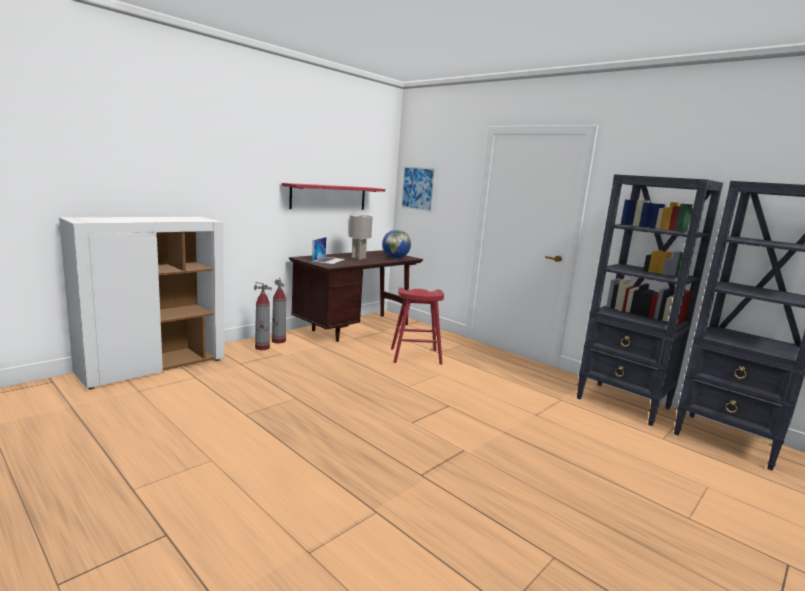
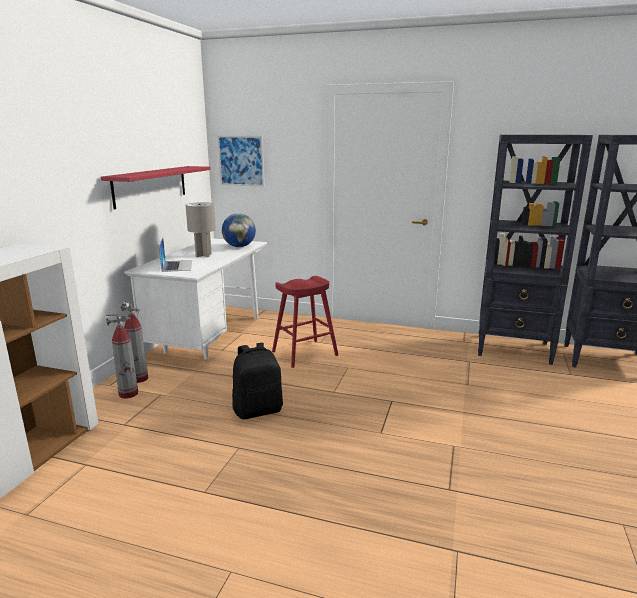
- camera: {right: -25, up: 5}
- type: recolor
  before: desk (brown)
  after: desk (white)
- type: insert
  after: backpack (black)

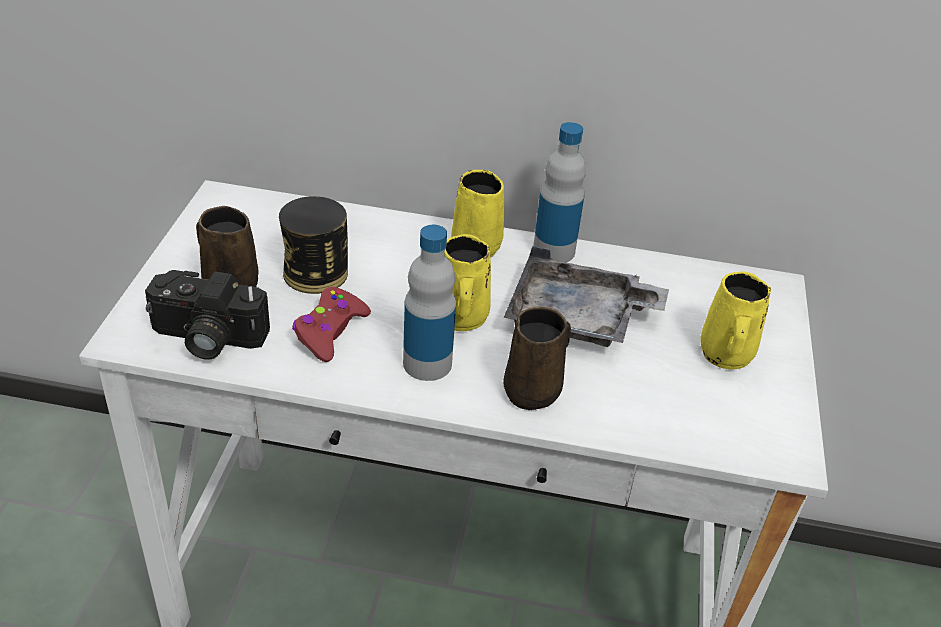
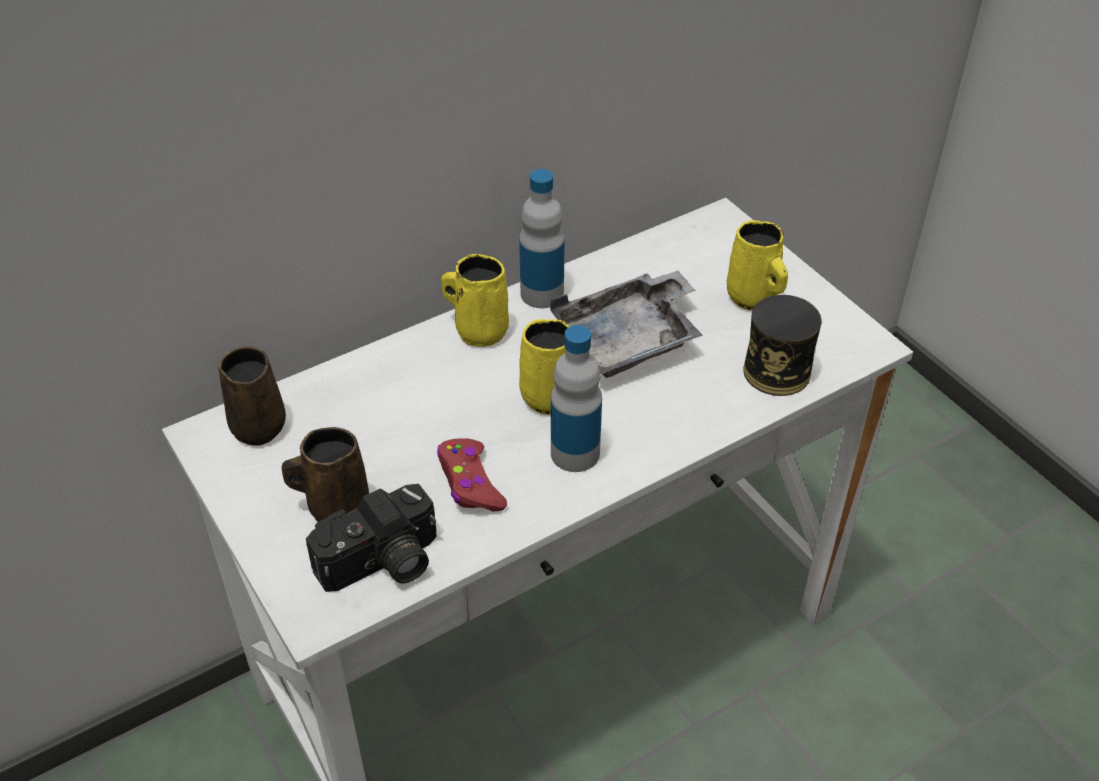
- camera: {right: -40, up: 5}
- type: move
  before: can
- type: move
  before: mug (brown) (2nd from left in the first image)
  after: mug (brown) (1st from left)

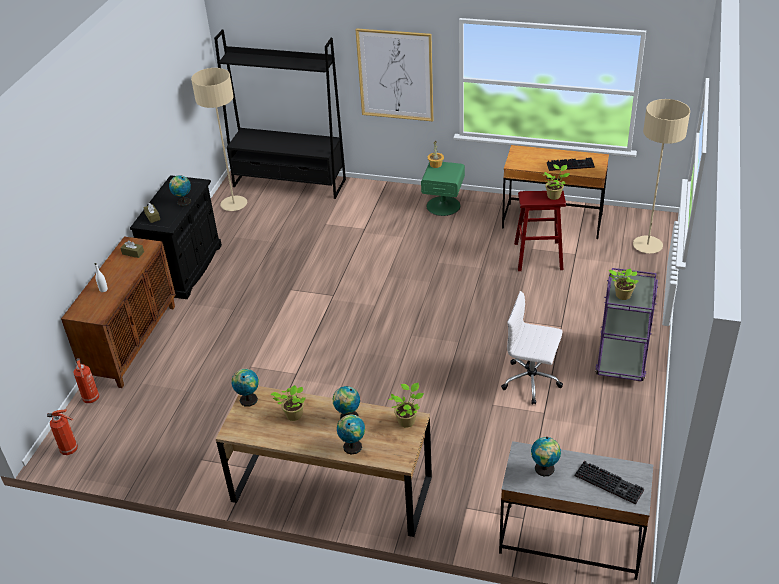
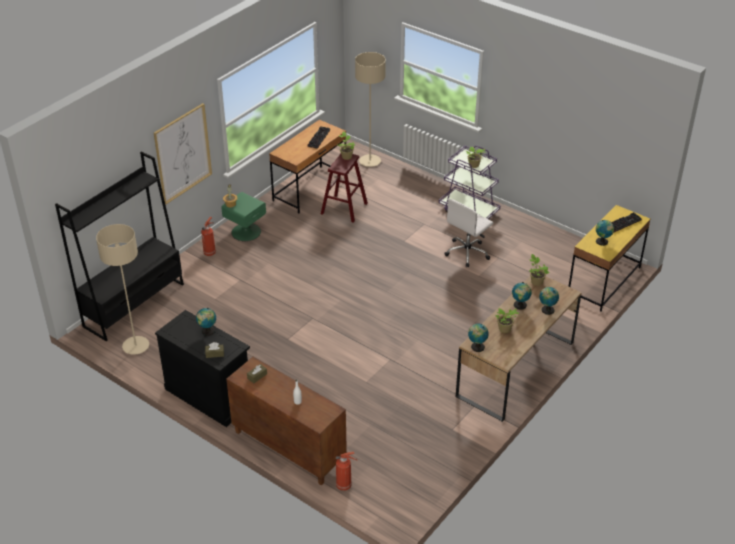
- camera: {right: -70, up: 0}
- type: move
  before: fire extinguisher (1st from left)
- type: recolor
  before: desk (grey)
  after: desk (yellow)

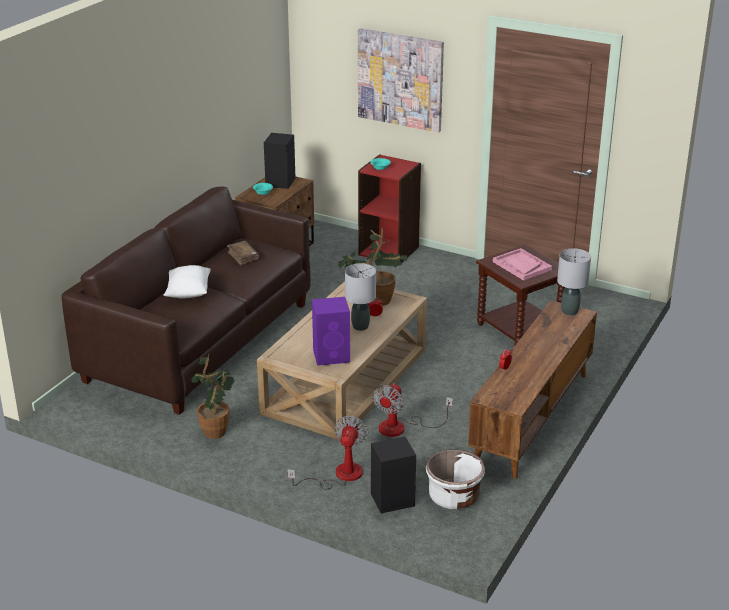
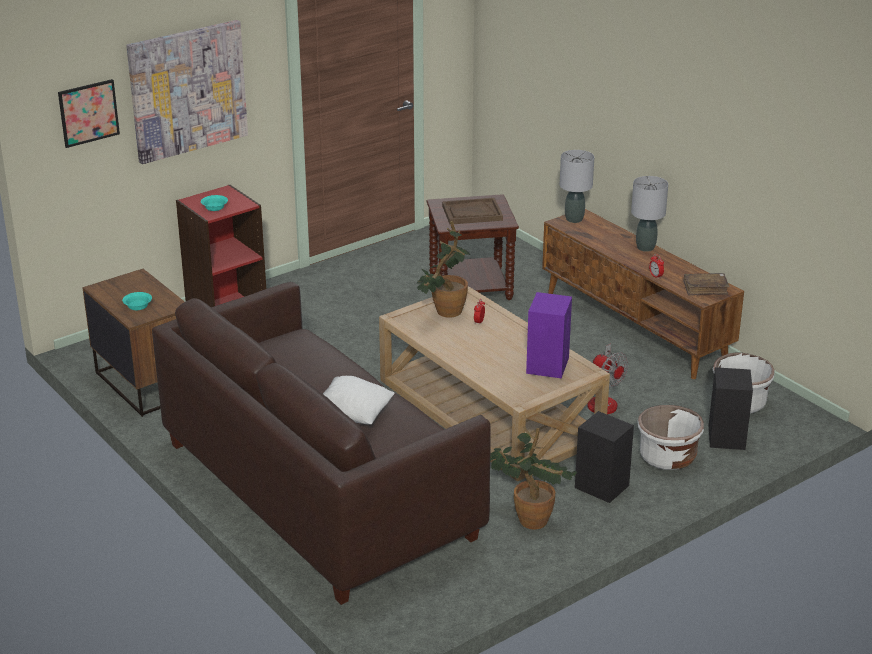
- camera: {right: -65, up: 0}
- type: move
  before: speaker (black) (1st from left)
- type: move
  before: book (brown)
- type: recolor
  before: tray (pink)
  after: tray (brown)
- type: move
  before: table lamp (grey) (1st from left in the first image)
  after: table lamp (grey) (2nd from left)
- type: replace
  before: fan (1st from left)
  after: planter (white) (1st from left)
- type: insert
  after: picture (1st from left)

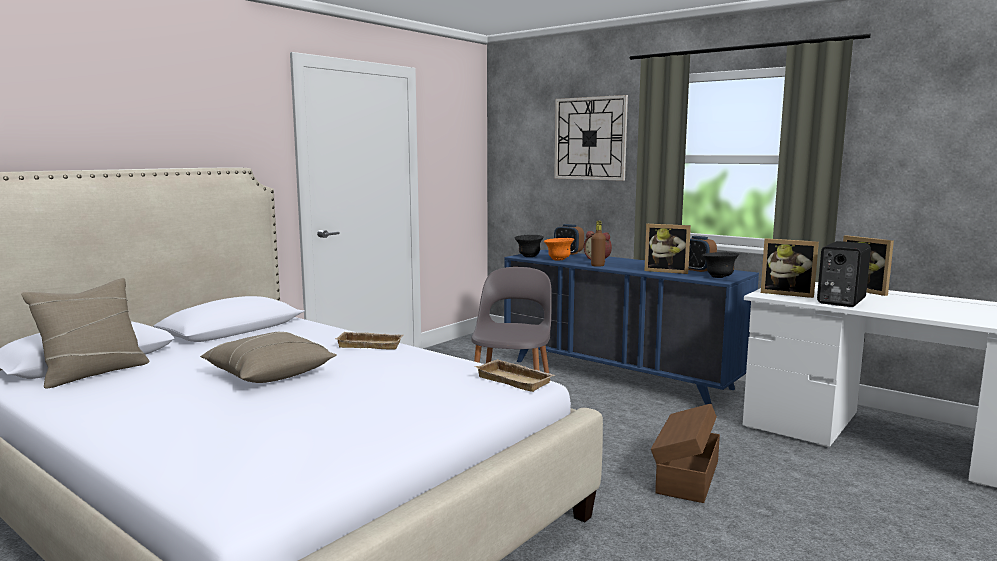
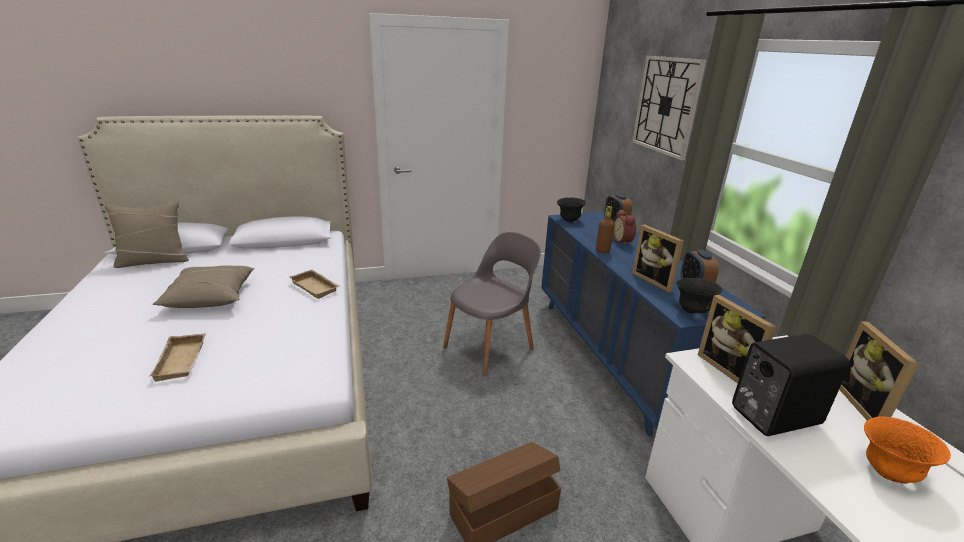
- camera: {right: 35, up: 15}
- type: move
  before: bowl (orange)
- type: move
  before: tray (beige) (2nd from left in the first image)
  after: tray (beige) (1st from left)

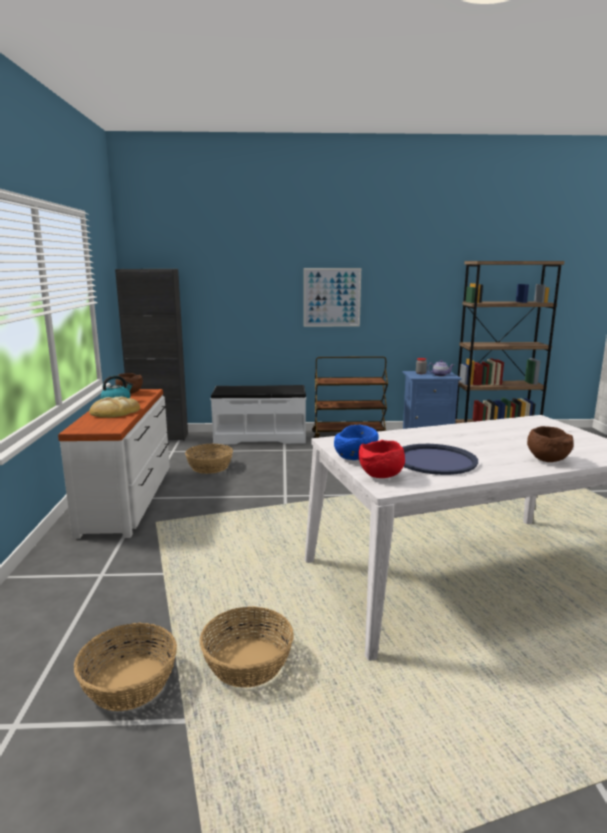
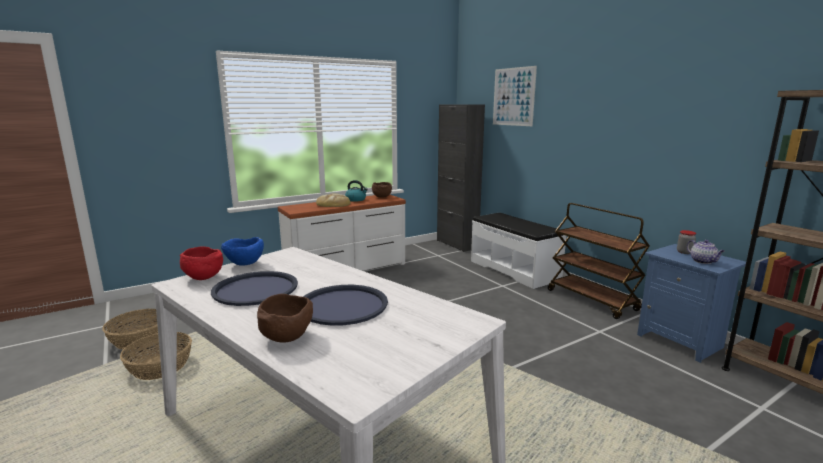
- camera: {right: 60, up: 0}
- type: move
  before: picture
- type: delete
  before: basket (2nd from left)
- type: insert
  after: tray (blue) (2nd from left)

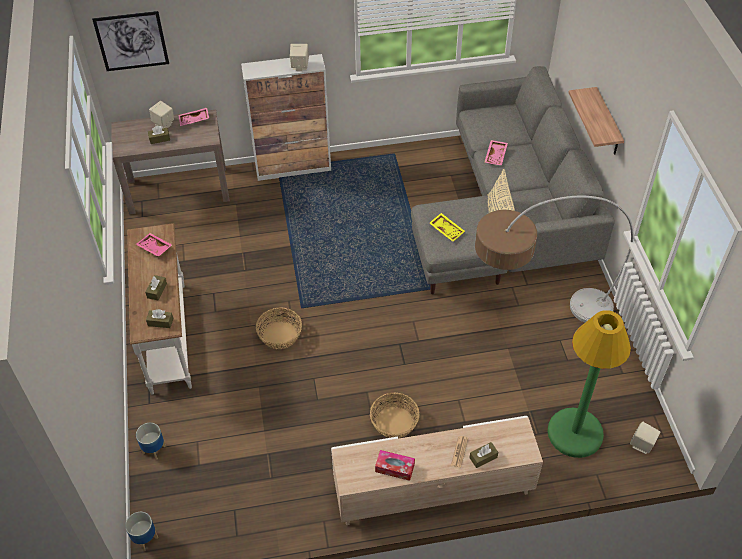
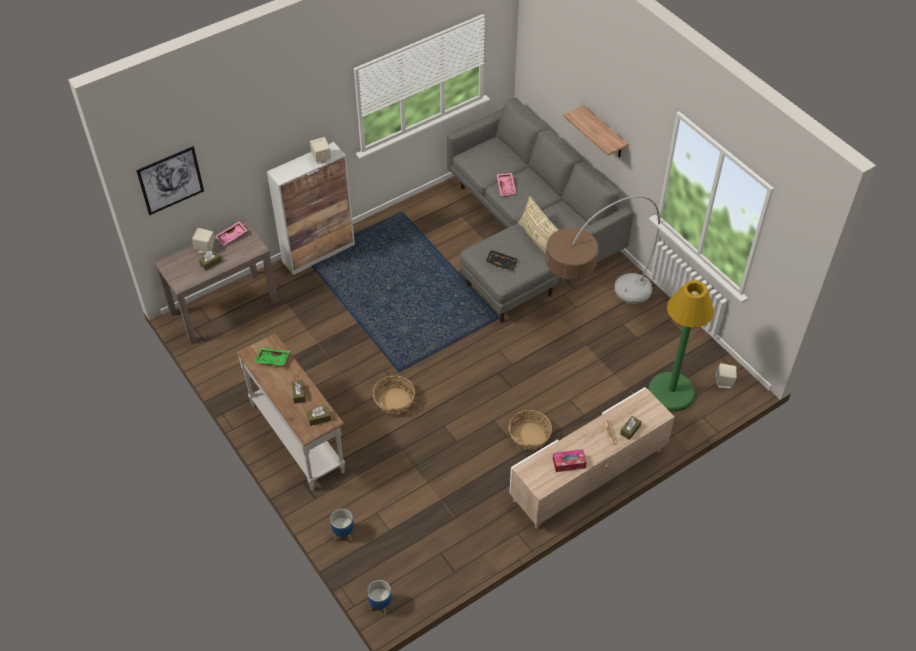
- camera: {right: -25, up: 0}
- type: recolor
  before: tray (yellow)
  after: tray (black)
- type: recolor
  before: tray (pink) (1st from left)
  after: tray (green)

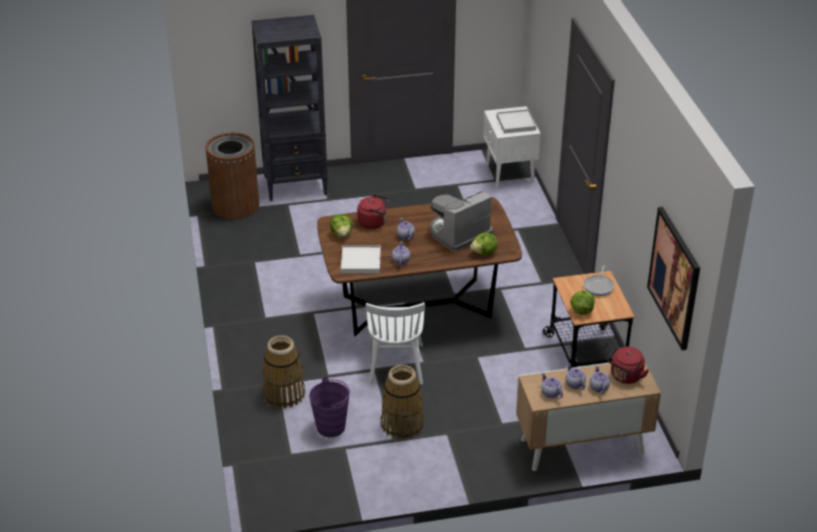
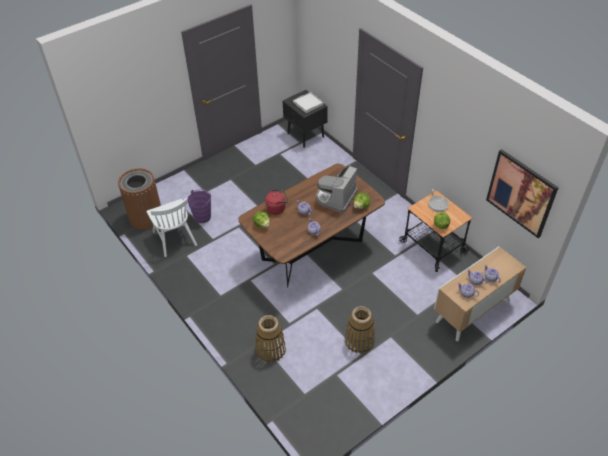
- camera: {right: -25, up: 10}
- type: delete
  before: bookcase (black)
- type: recolor
  before: nightstand (white)
  after: nightstand (black)
- type: delete
  before: tray (white) (1st from left)
- type: move
  before: chair (white)
- type: delete
  before: kettle (red) (2nd from left)
- type: move
  before: bucket (purple)

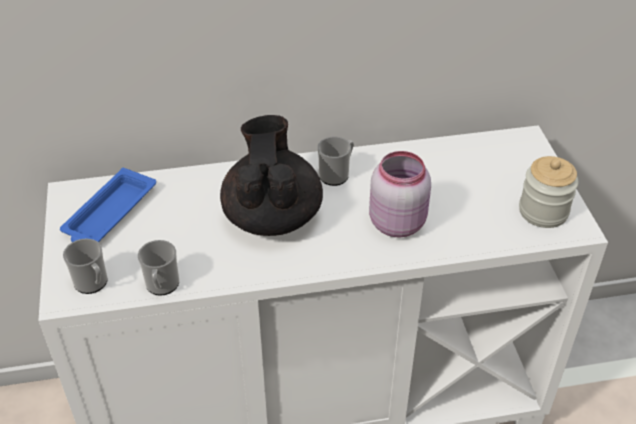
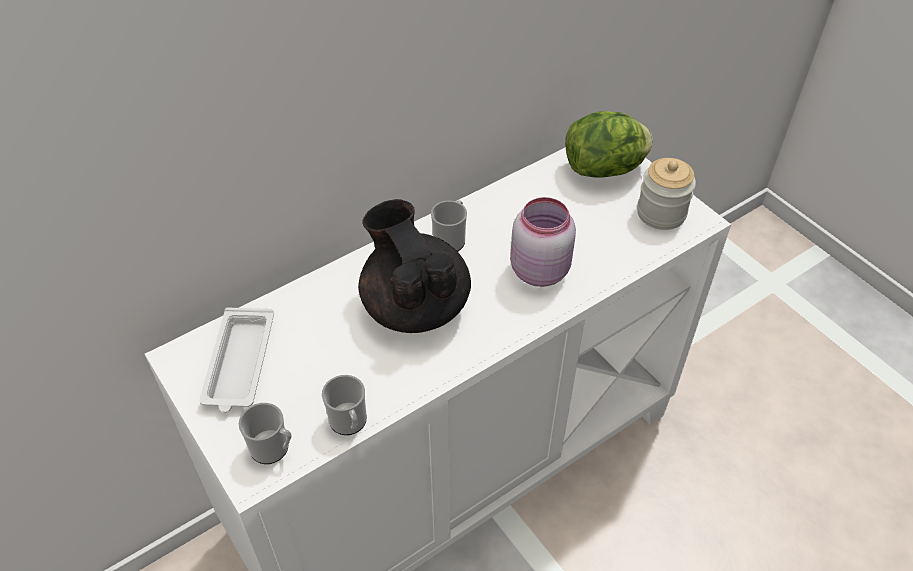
- camera: {right: -25, up: 5}
- type: recolor
  before: tray (blue)
  after: tray (white)
- type: insert
  after: lettuce

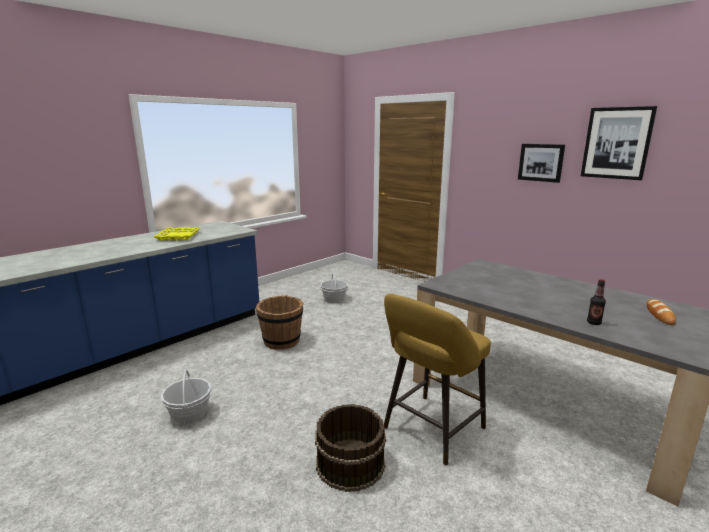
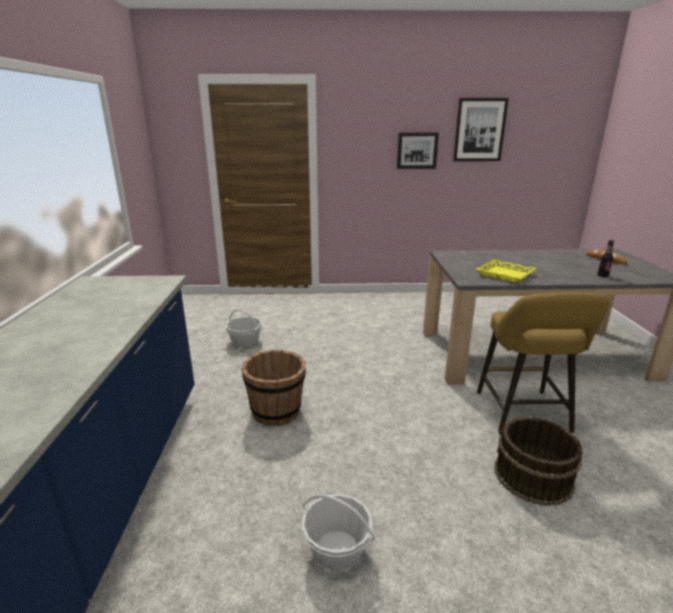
- camera: {right: -45, up: 5}
- type: move
  before: tray (yellow)

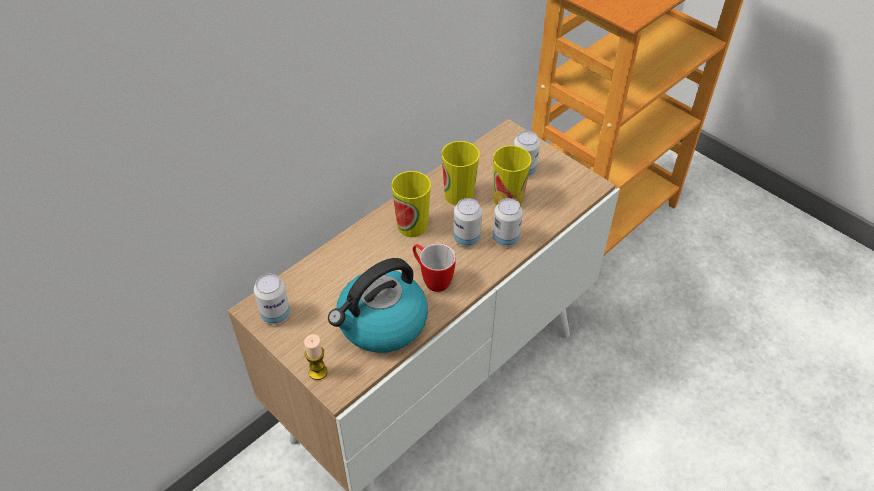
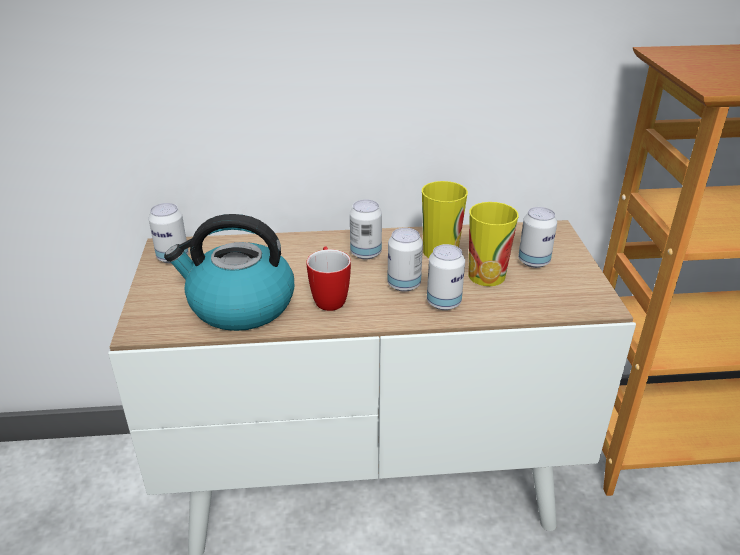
- camera: {right: 40, up: -15}
- type: replace
  before: cup (1st from left)
  after: can (2nd from left)
- type: delete
  before: candle

